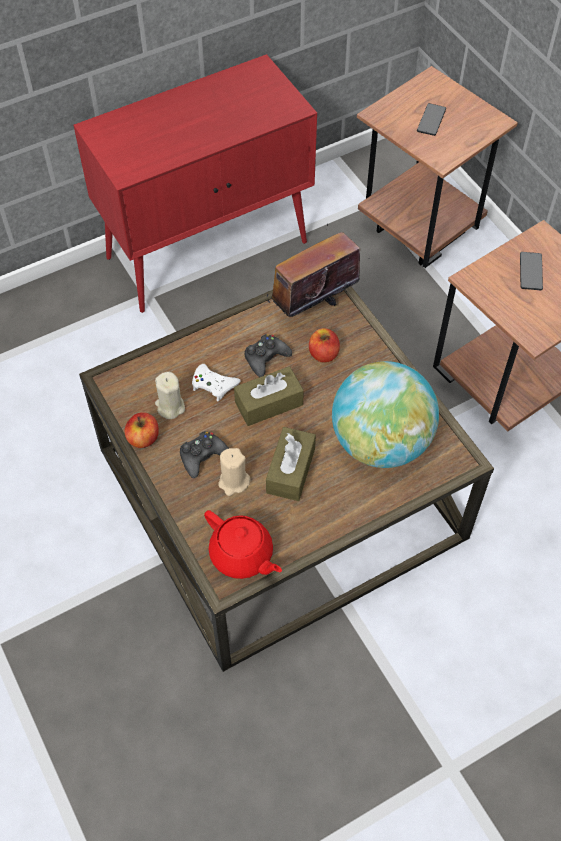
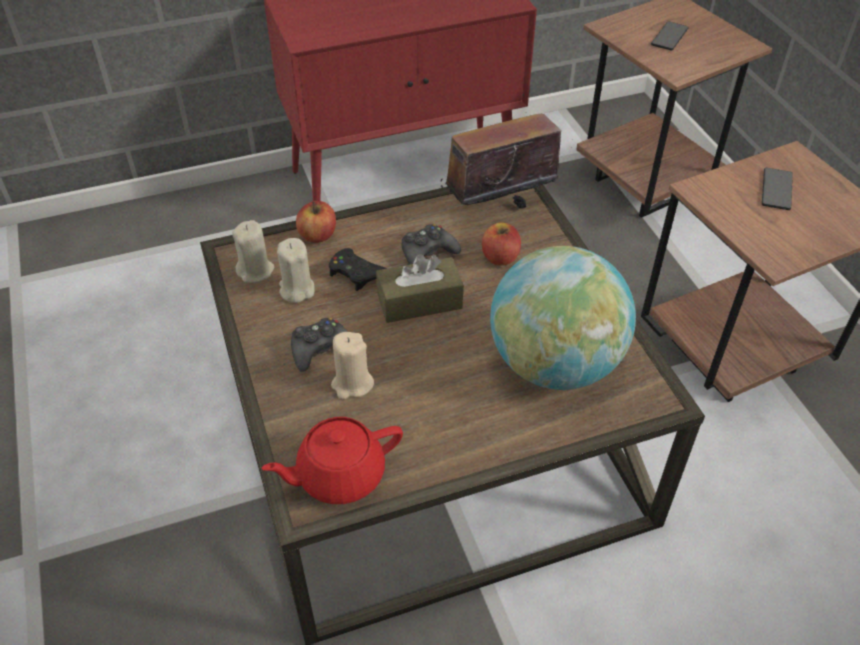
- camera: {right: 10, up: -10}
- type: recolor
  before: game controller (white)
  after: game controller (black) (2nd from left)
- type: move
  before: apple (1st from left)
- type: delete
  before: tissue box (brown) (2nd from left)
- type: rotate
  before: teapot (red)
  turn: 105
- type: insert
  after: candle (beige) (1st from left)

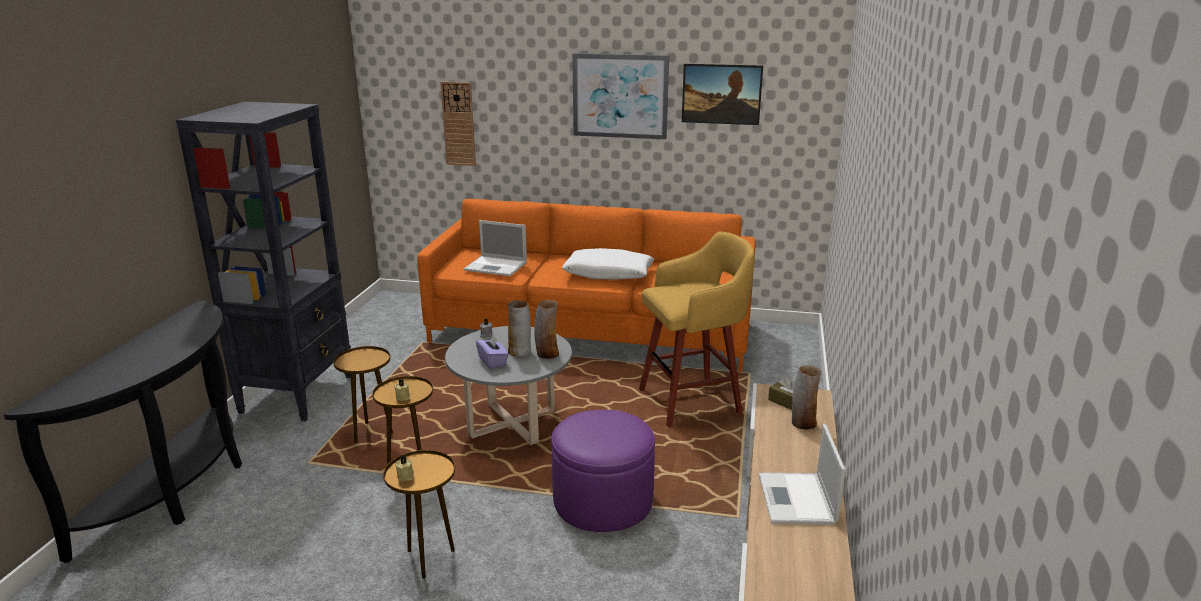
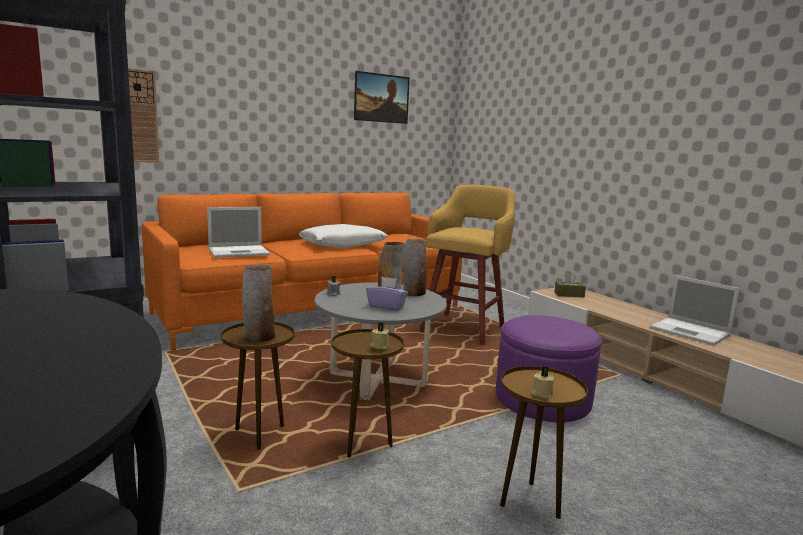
- camera: {right: -45, up: -10}
- type: delete
  before: picture (1st from left)
- type: move
  before: vase (3rd from left in the first image)
  after: vase (1st from left)

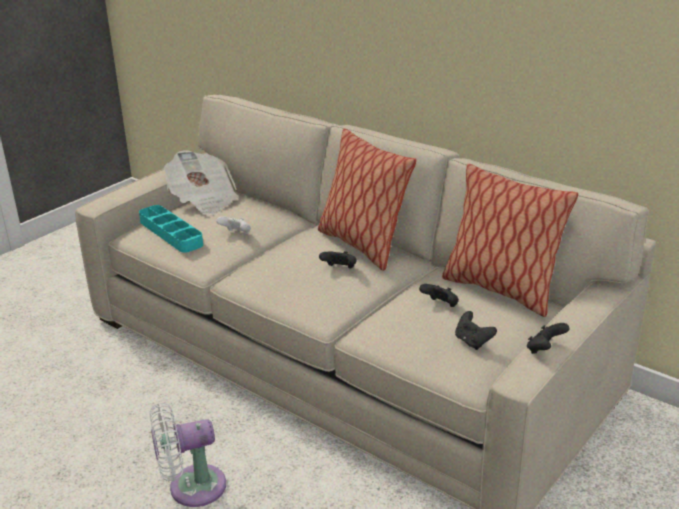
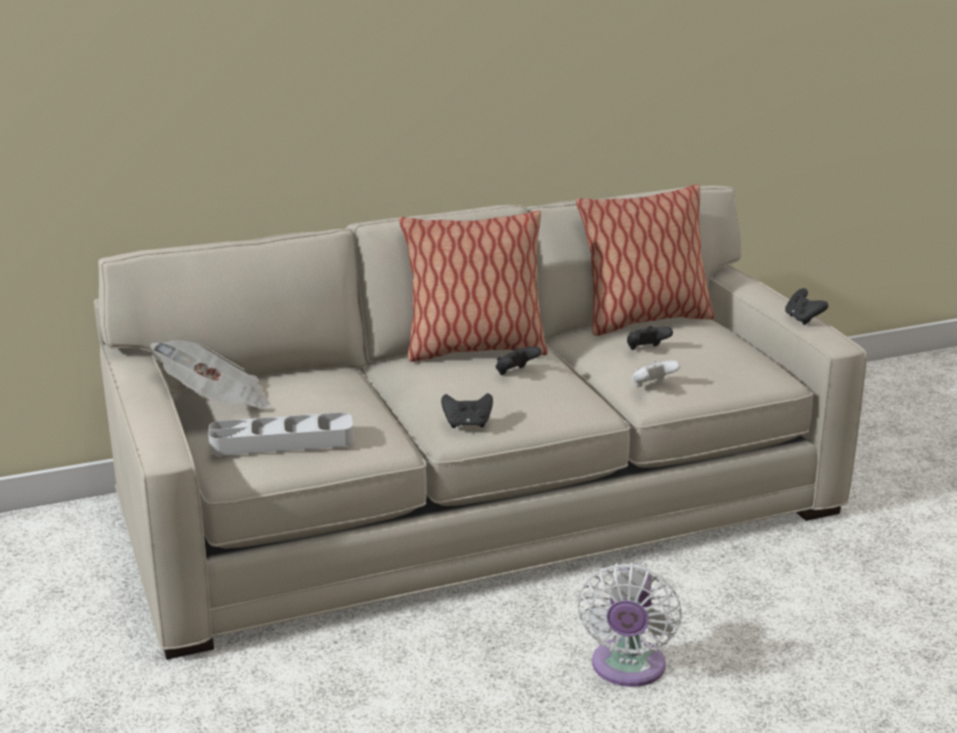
- camera: {right: -60, up: -5}
- type: recolor
  before: tray (turquoise)
  after: tray (grey)
- type: move
  before: game controller (white)
- type: move
  before: game controller (black) (3rd from left in the first image)
  after: game controller (black) (1st from left)

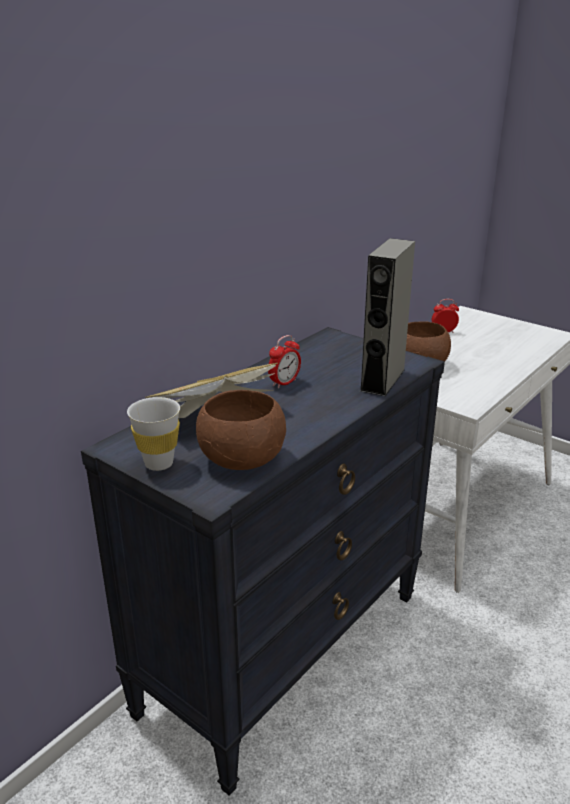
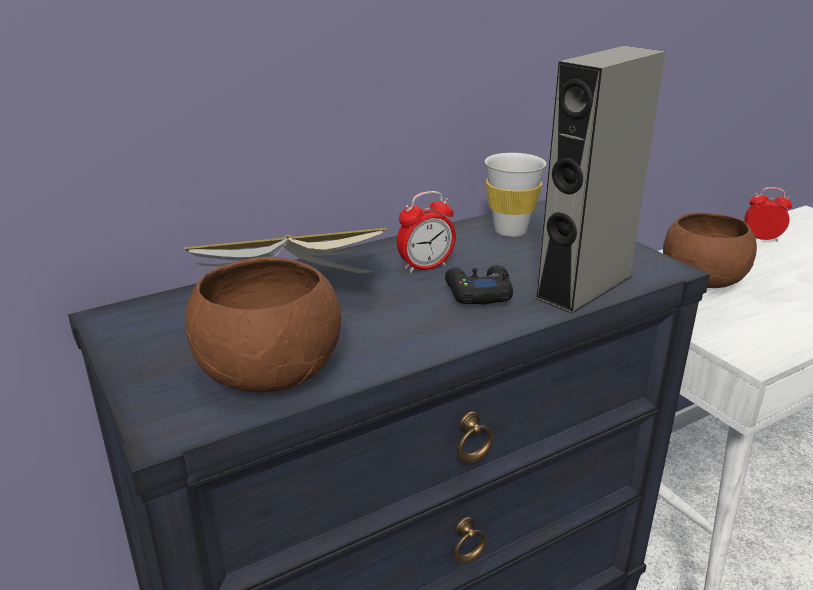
- camera: {right: 20, up: 0}
- type: move
  before: cup (white)
- type: insert
  after: game controller (black)

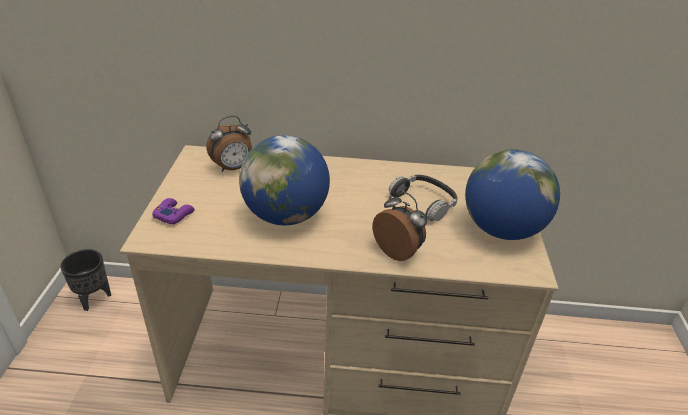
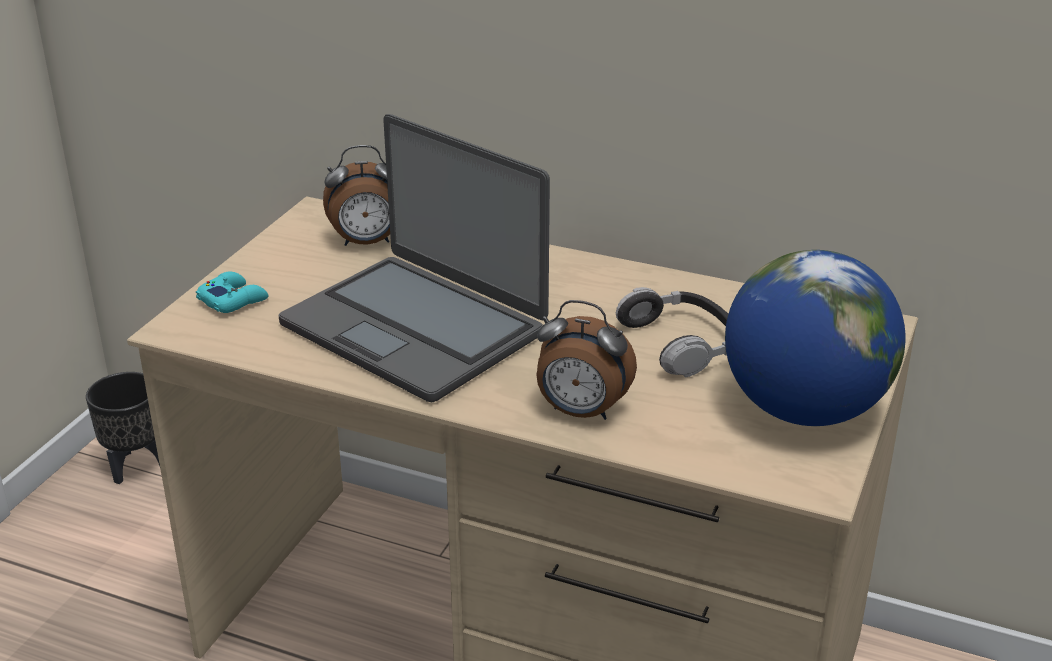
- camera: {right: 20, up: -5}
- type: replace
  before: globe (1st from left)
  after: laptop
- type: rotate
  before: alarm clock (2nd from left)
  turn: 135
- type: recolor
  before: game controller (purple)
  after: game controller (turquoise)

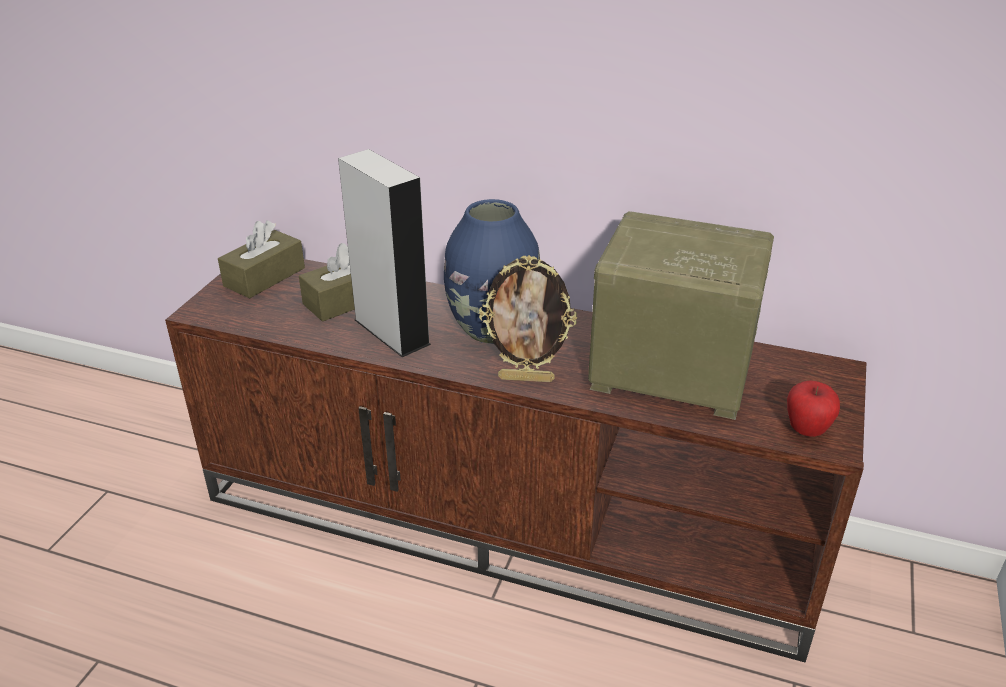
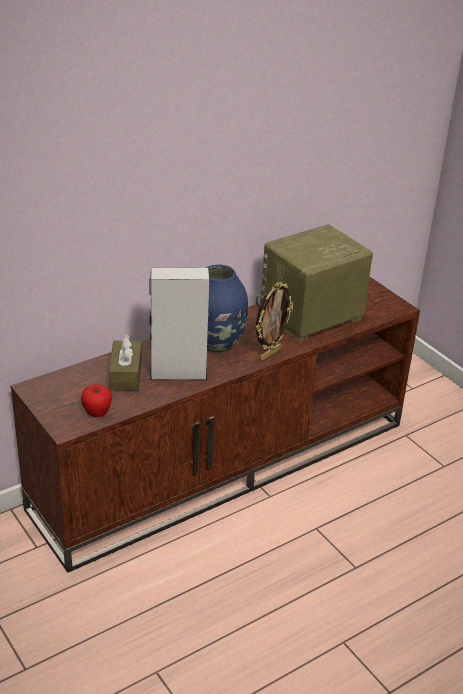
- camera: {right: -55, up: 0}
- type: delete
  before: tissue box (brown) (1st from left)
- type: move
  before: apple

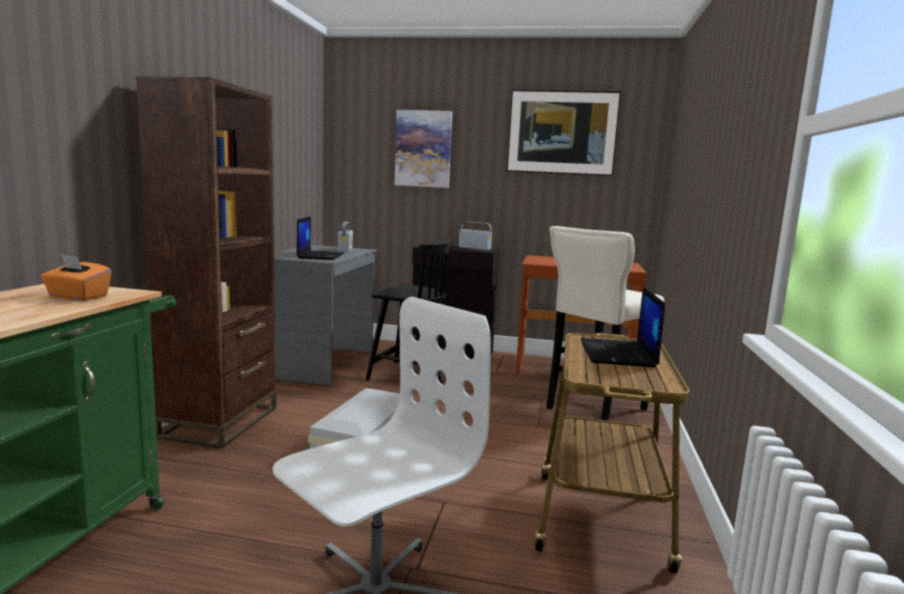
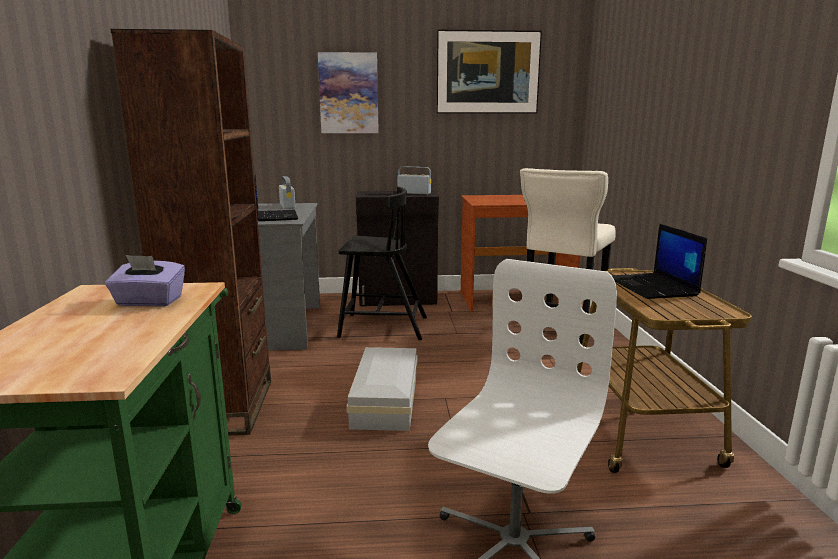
- camera: {right: -15, up: 5}
- type: recolor
  before: tissue box (orange)
  after: tissue box (purple)

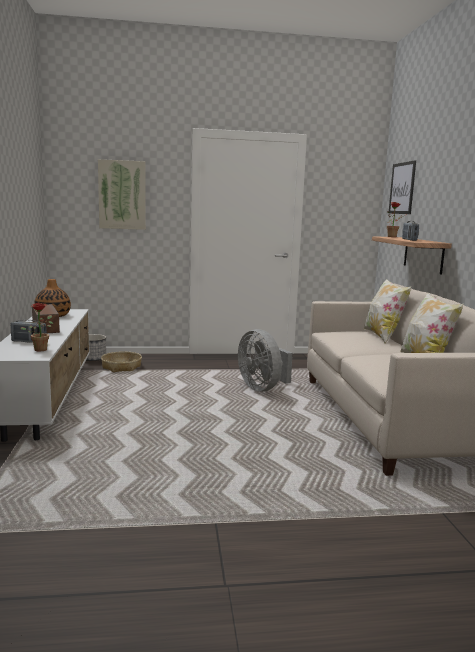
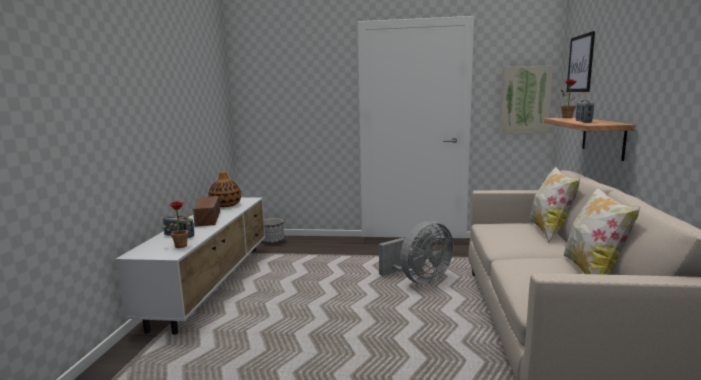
- camera: {right: 15, up: 0}
- type: move
  before: picture (1st from left)
- type: rotate
  before: fan (grey)
  turn: -105
- type: delete
  before: basket

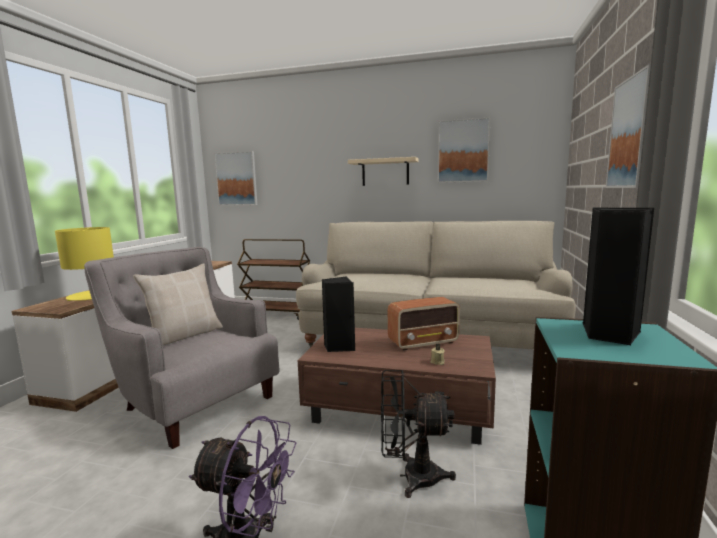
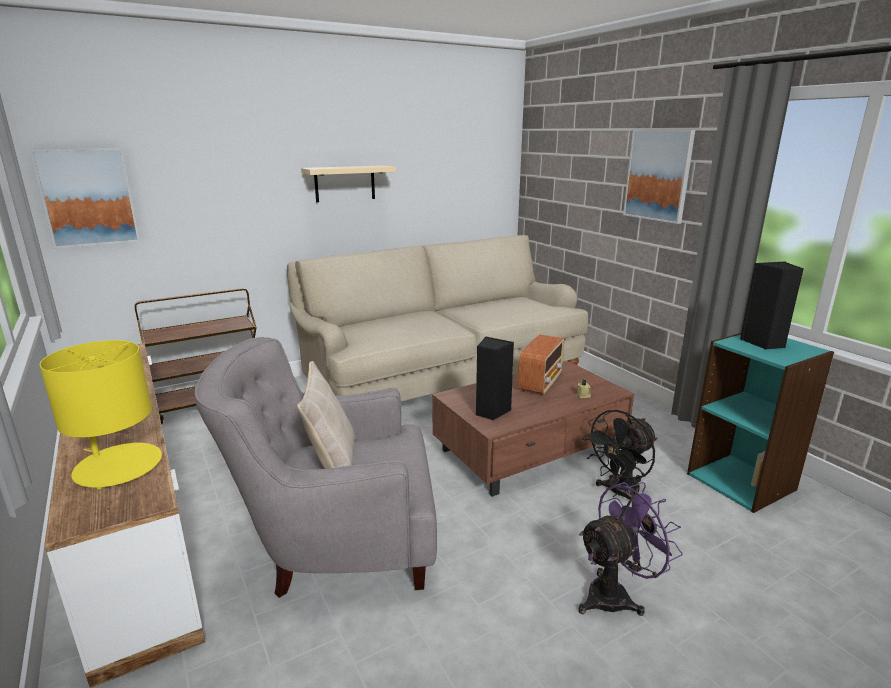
- camera: {right: -45, up: 10}
- type: delete
  before: picture (2nd from left)

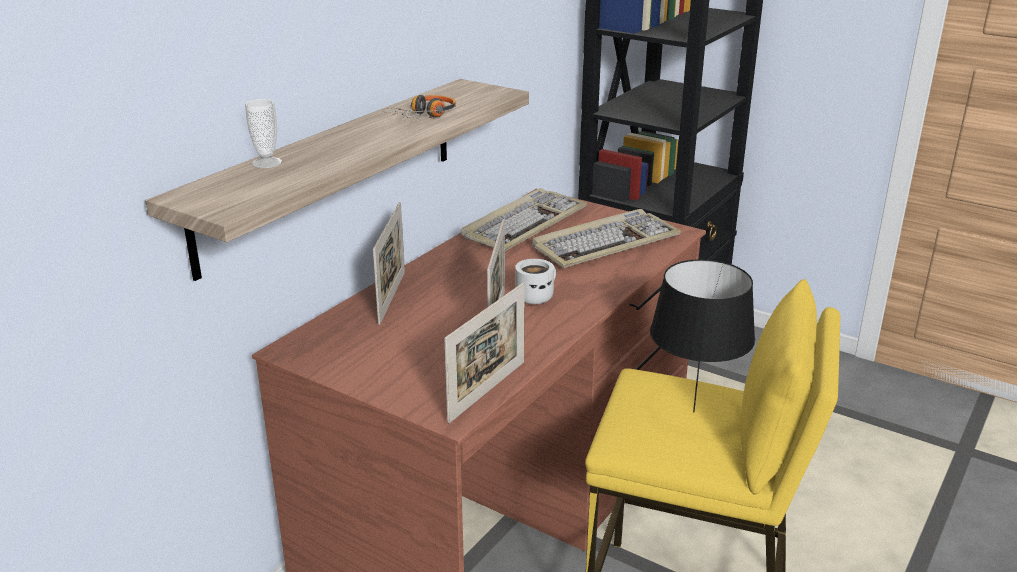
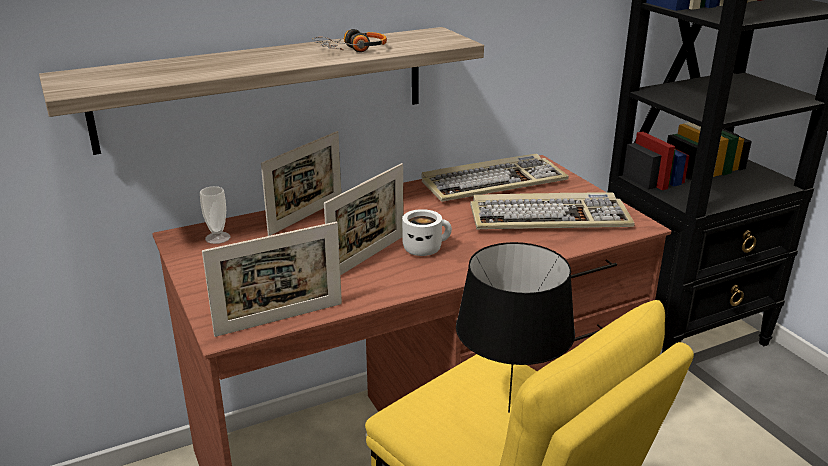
- camera: {right: 30, up: 0}
- type: move
  before: cup

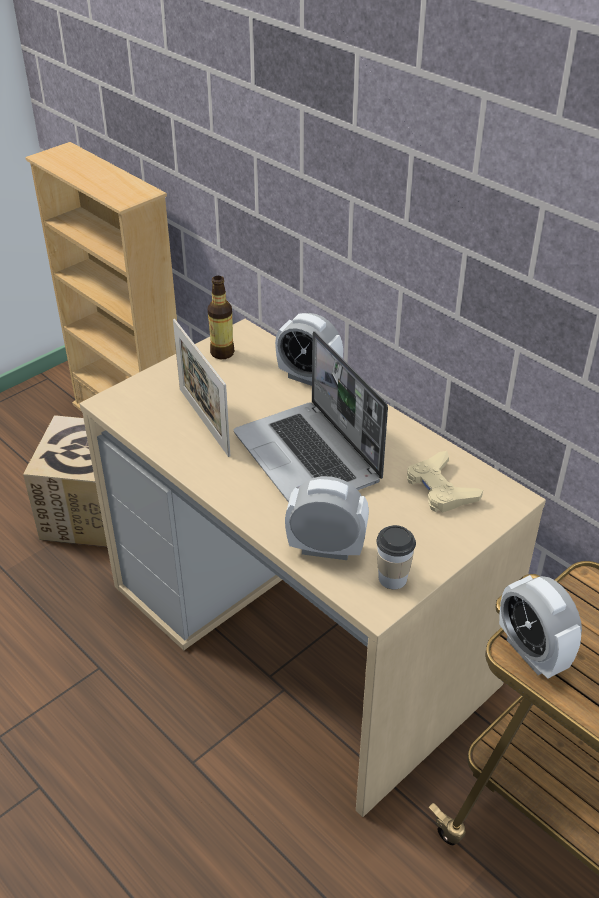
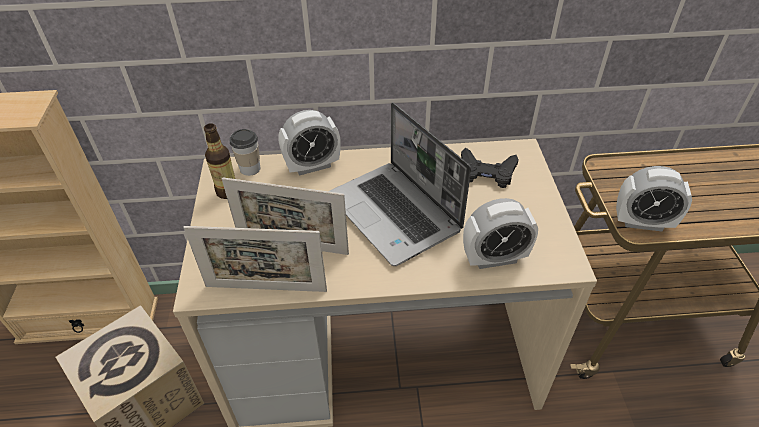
- camera: {right: -50, up: 5}
- type: rotate
  before: laptop
  turn: 45
- type: recolor
  before: game controller (beige)
  after: game controller (black)
- type: rotate
  before: alarm clock (2nd from left)
  turn: -150
- type: move
  before: cup
- type: insert
  after: picture frame (1st from left)

